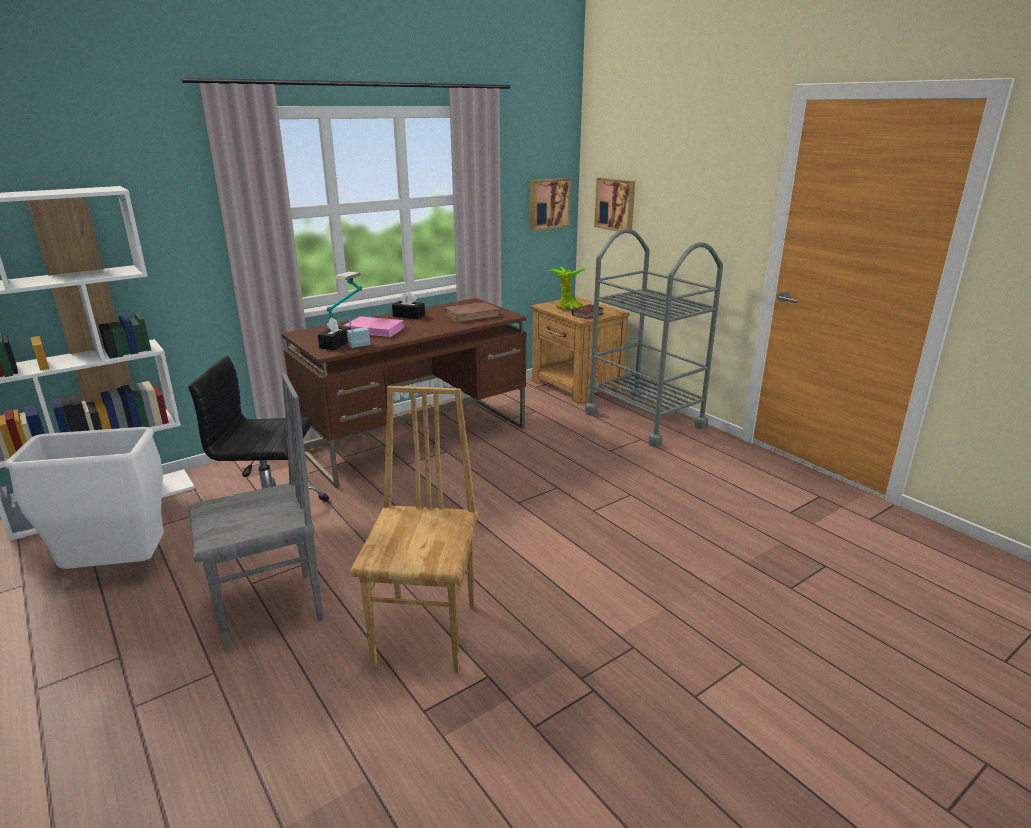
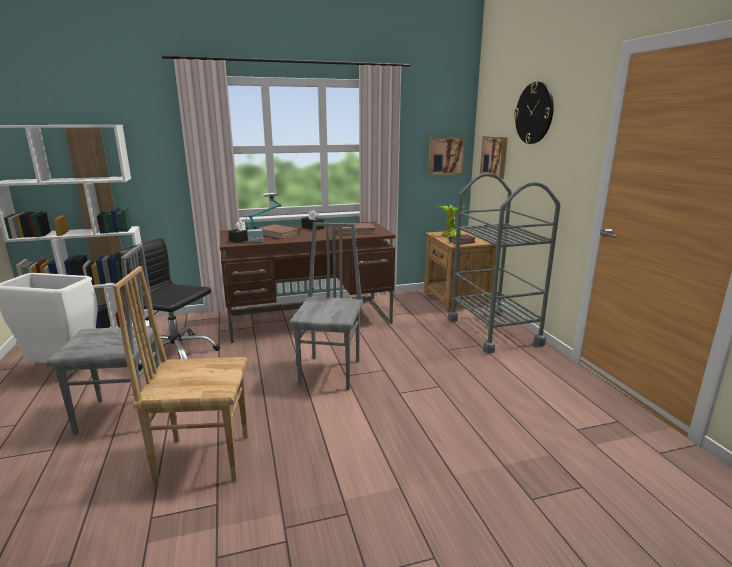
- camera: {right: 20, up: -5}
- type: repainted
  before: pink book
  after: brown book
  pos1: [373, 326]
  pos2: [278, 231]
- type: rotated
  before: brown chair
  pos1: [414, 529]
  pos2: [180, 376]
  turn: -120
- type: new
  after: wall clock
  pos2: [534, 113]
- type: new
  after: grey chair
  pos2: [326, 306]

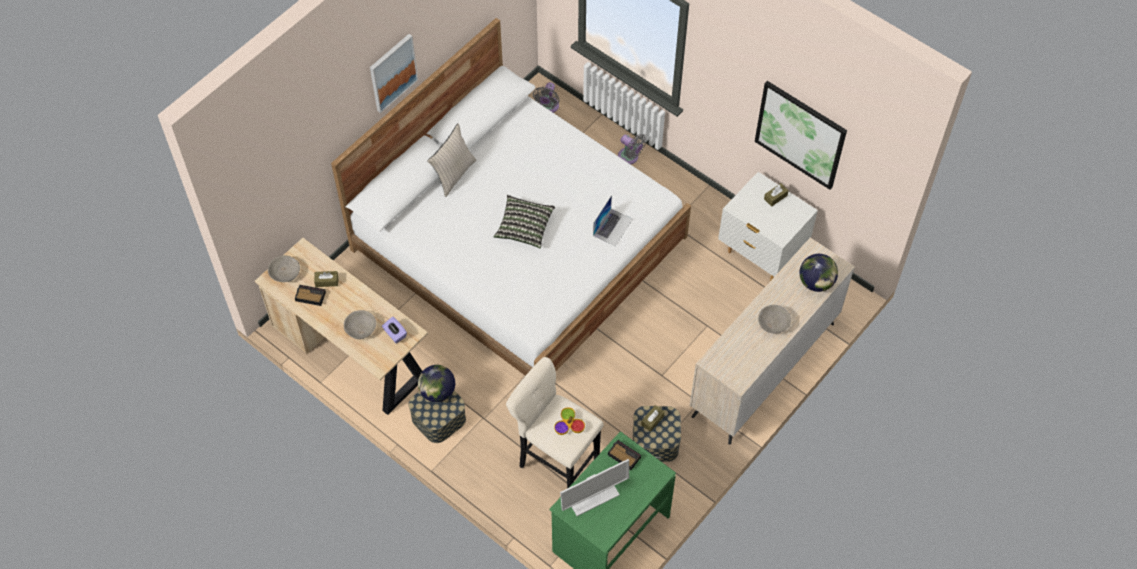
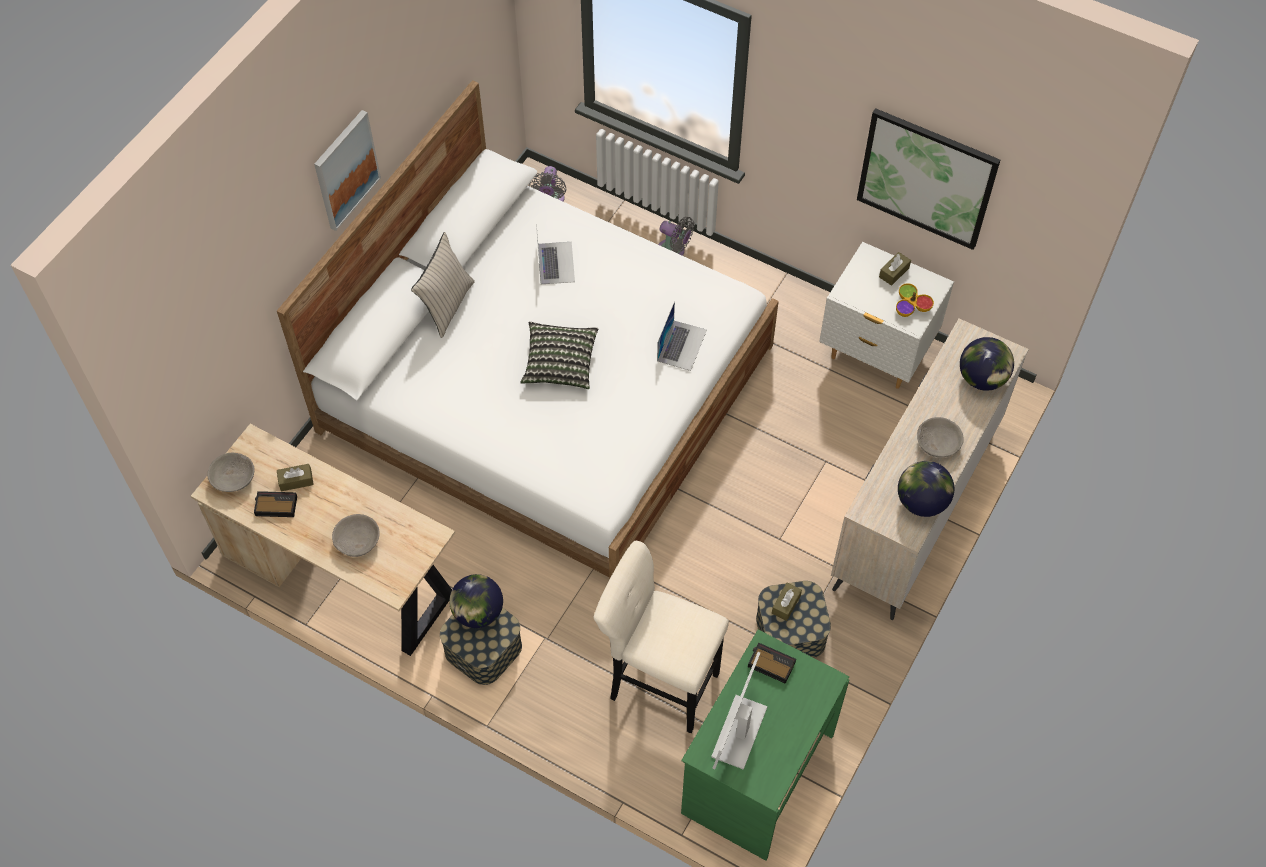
- camera: {right: -10, up: 0}
- type: gone
  before: purple tissue box
  pos1: [394, 330]
- type: shifted
  before: bowl
  pos1: [569, 421]
  pos2: [915, 300]
- type: rotated
  before: monitor
  pos1: [594, 487]
  pos2: [739, 711]
  turn: 150
- type: new
  after: laptop
  pos2: [555, 254]
- type: new
  after: globe
  pos2: [926, 489]

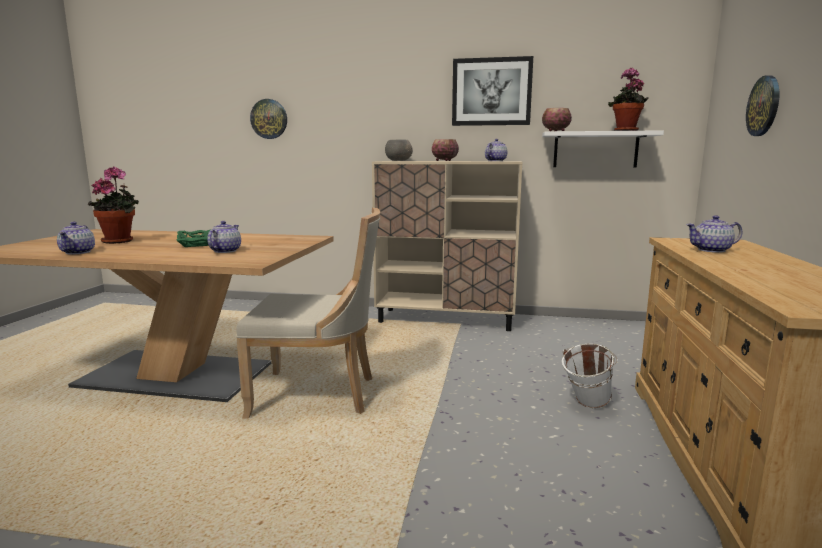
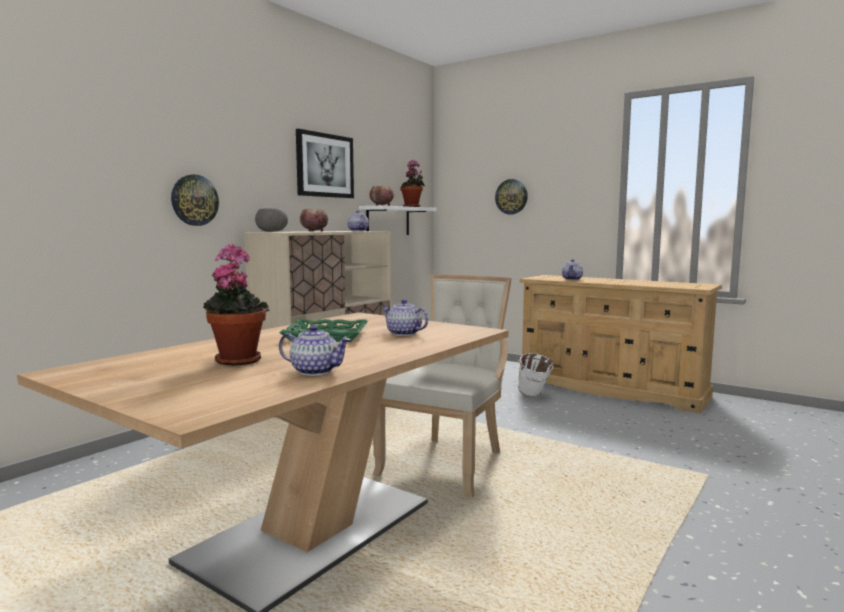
- camera: {right: -65, up: -5}
- type: shifted
  before: wall clock
  pos1: [268, 119]
  pos2: [195, 200]

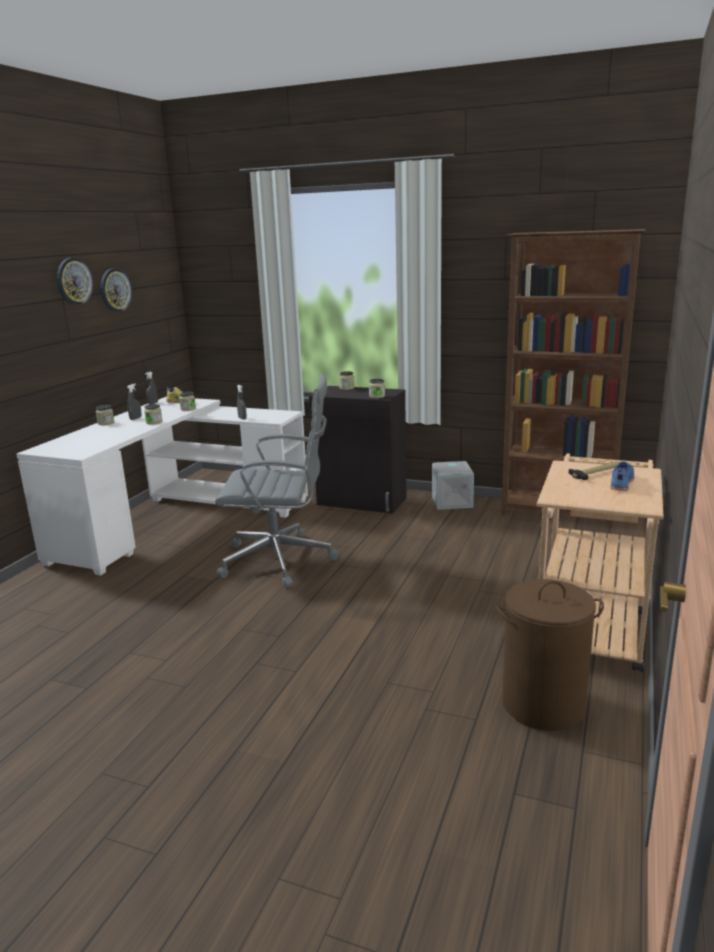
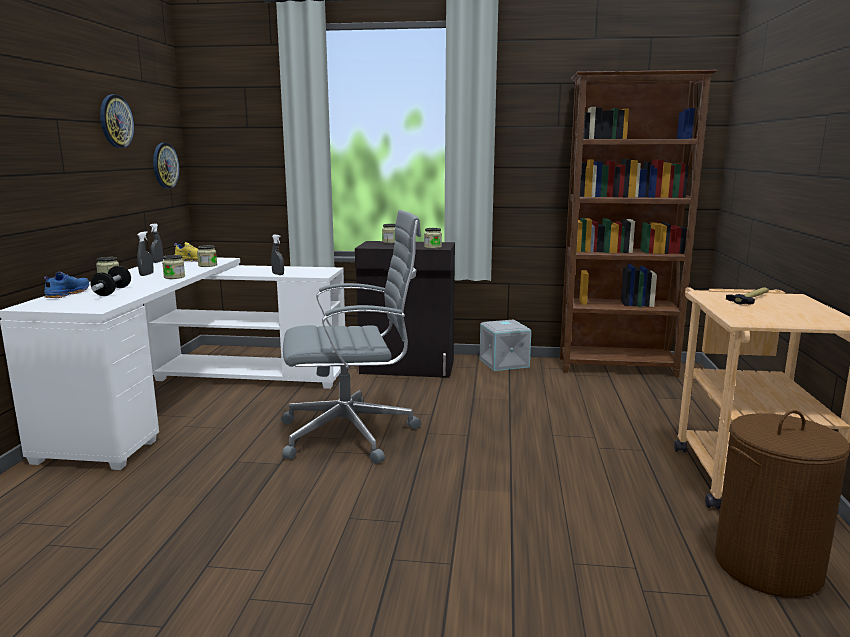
- camera: {right: -15, up: -5}
- type: shifted
  before: wall clock
  pos1: [75, 281]
  pos2: [166, 166]
- type: shifted
  before: blue shoe
  pos1: [622, 476]
  pos2: [66, 285]
- type: new
  after: dumbbell
  pos2: [110, 281]

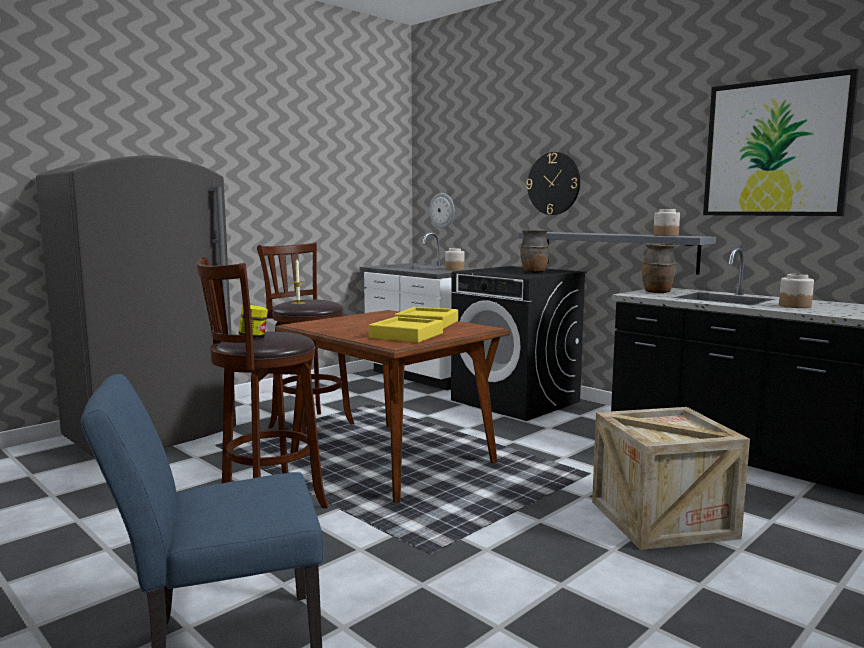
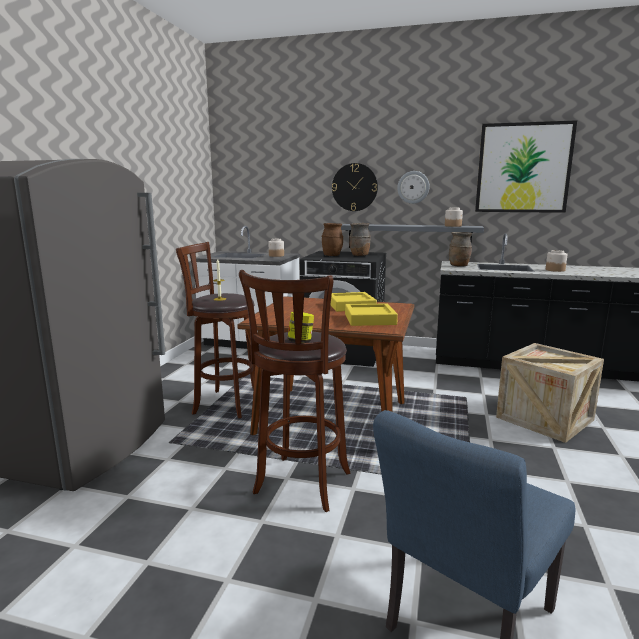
- camera: {right: -30, up: 5}
- type: shifted
  before: wall clock
  pos1: [442, 210]
  pos2: [413, 187]
- type: new
  after: brown vase
  pos2: [332, 239]

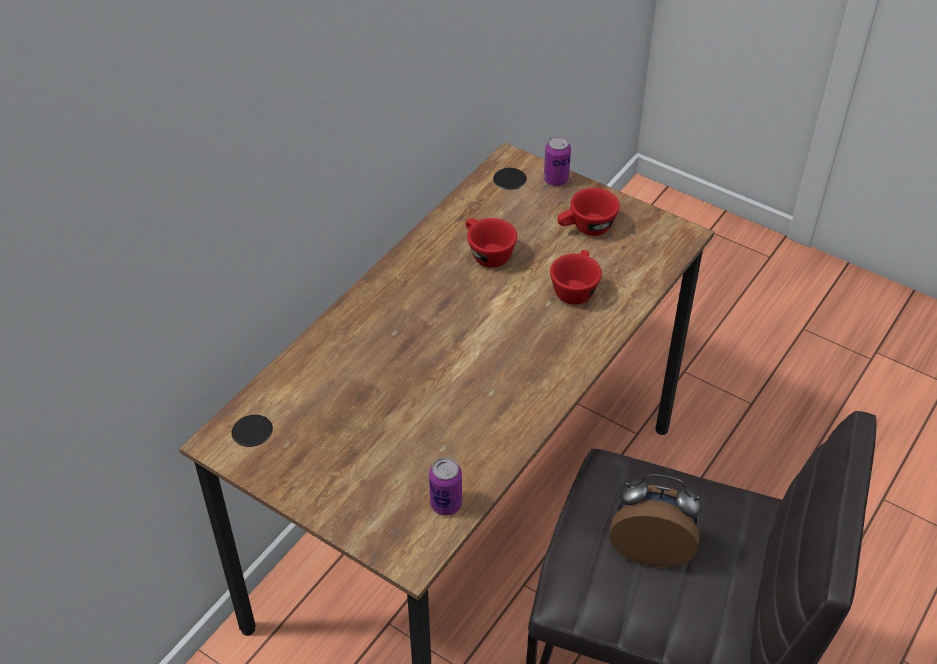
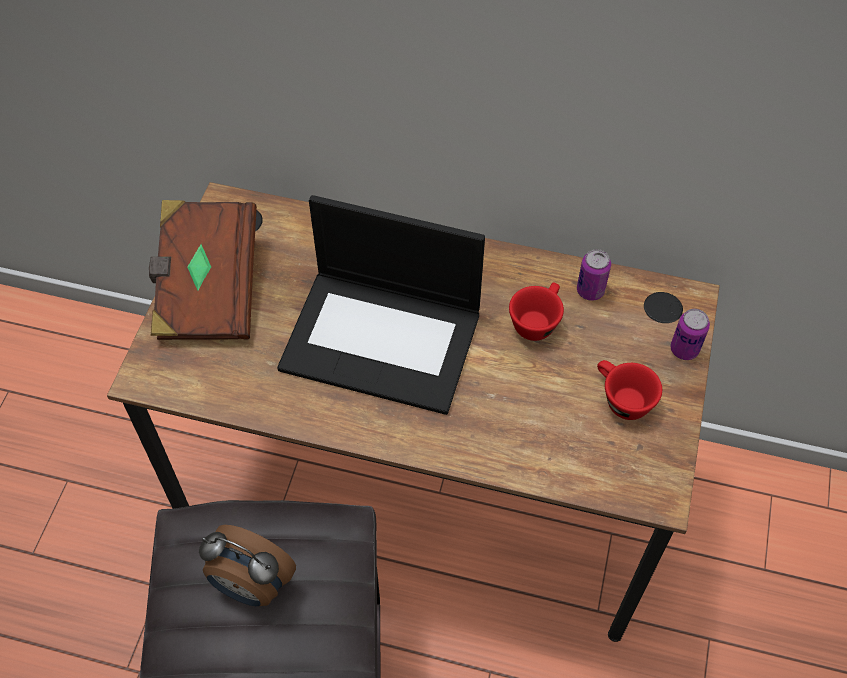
- camera: {right: 70, up: 10}
- type: gone
  before: red cup
  pos1: [576, 277]
- type: shifted
  before: can
  pos1: [445, 487]
  pos2: [594, 275]
- type: rotated
  before: alarm clock
  pos1: [655, 520]
  pos2: [247, 565]
  turn: 120
- type: new
  after: laptop
  pos2: [381, 305]
- type: new
  after: brown book
  pos2: [203, 270]

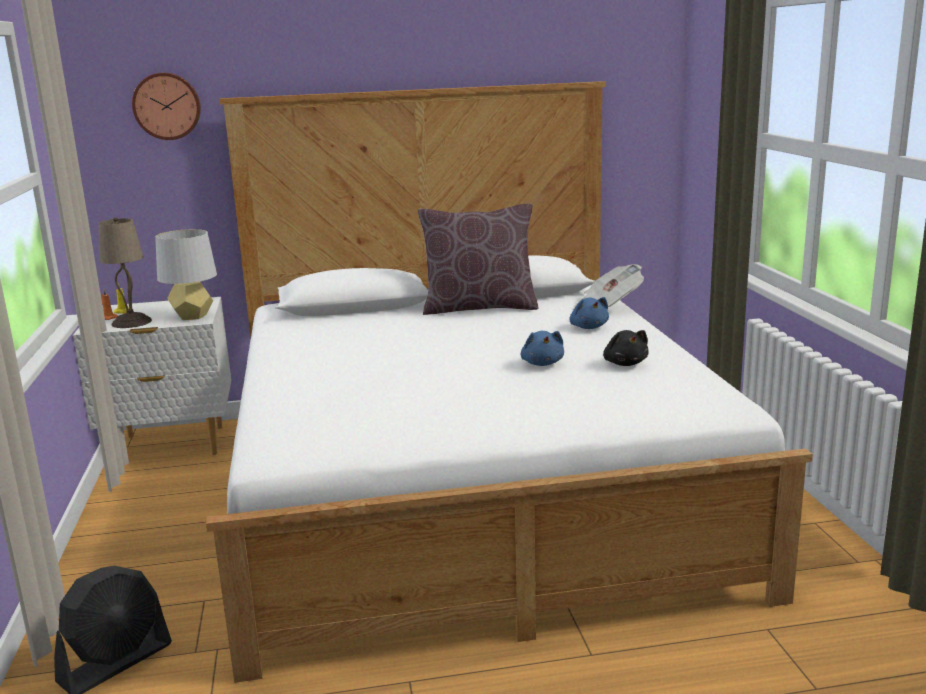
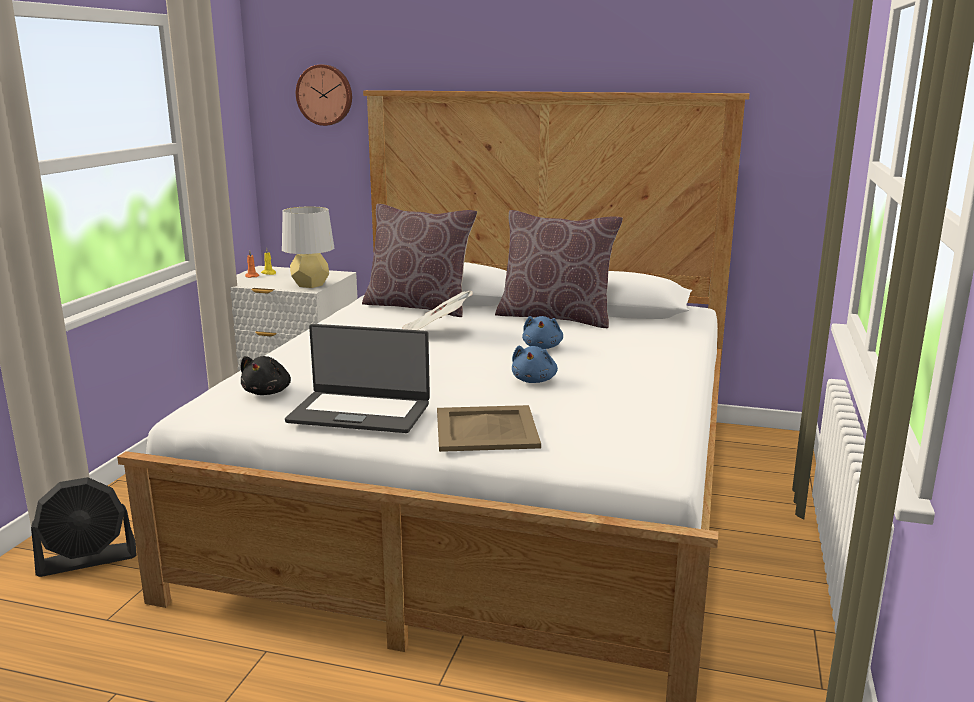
- camera: {right: 25, up: 0}
- type: gone
  before: beige table lamp
  pos1: [125, 272]
- type: shifted
  before: newspaper
  pos1: [609, 286]
  pos2: [437, 310]
- type: shifted
  before: blue plush toy
  pos1: [589, 313]
  pos2: [542, 332]
- type: shifted
  before: black plush toy
  pos1: [626, 348]
  pos2: [266, 375]
- type: new
  after: brown pillow
  pos2: [419, 260]
- type: new
  after: laptop
  pos2: [357, 378]
- type: new
  after: beige tray
  pos2: [489, 428]

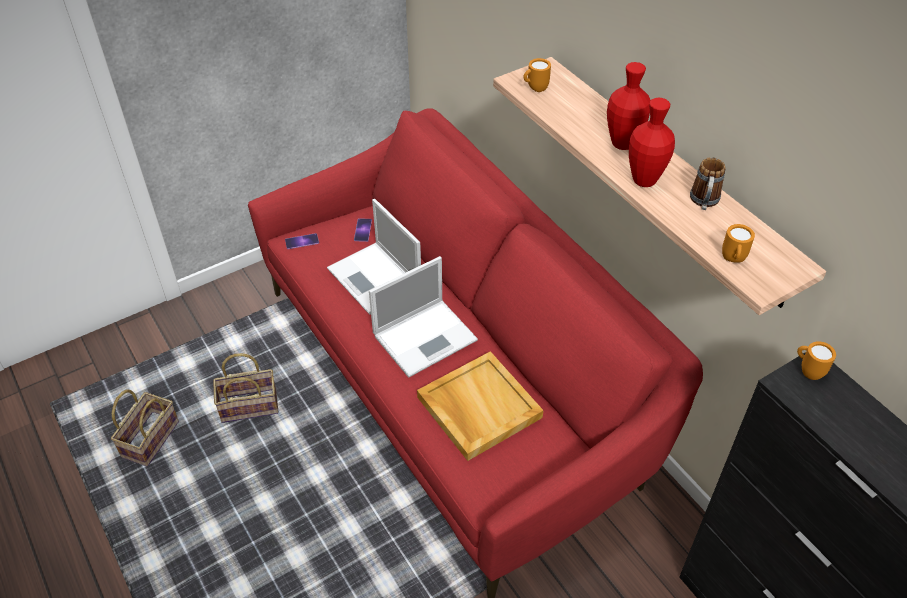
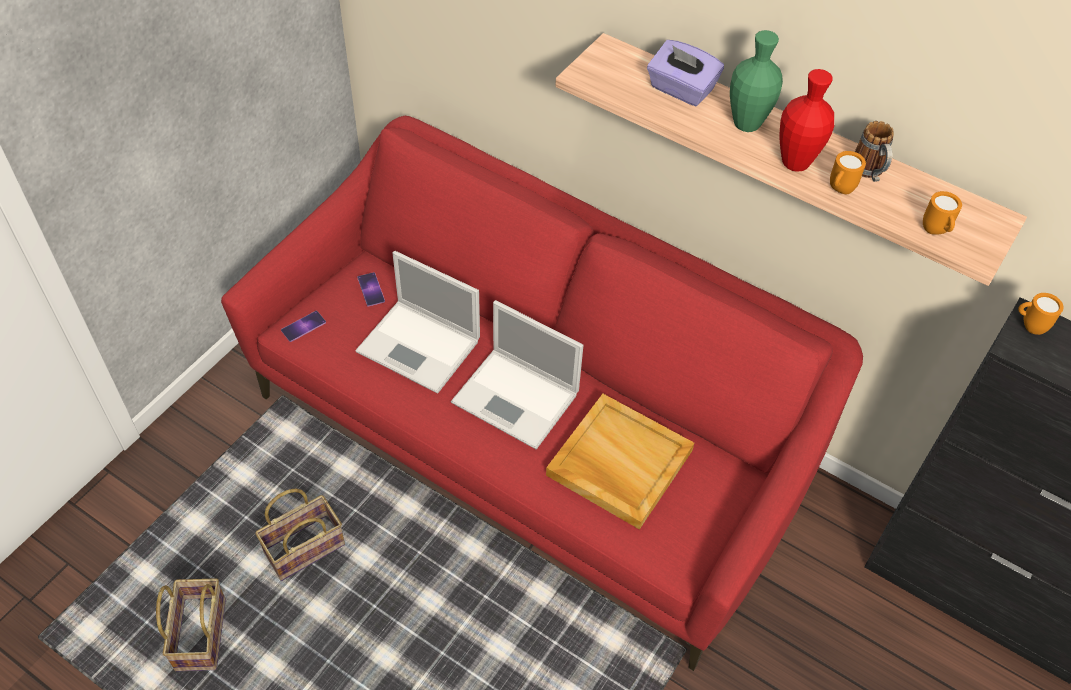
- camera: {right: -25, up: 5}
- type: shifted
  before: orange mug
  pos1: [537, 75]
  pos2: [848, 172]
- type: repainted
  before: red vase
  after: green vase
  pos1: [629, 106]
  pos2: [756, 81]
- type: rotated
  before: laptop
  pos1: [423, 317]
  pos2: [517, 374]
  turn: 90
- type: new
  after: purple tissue box
  pos2: [685, 73]

